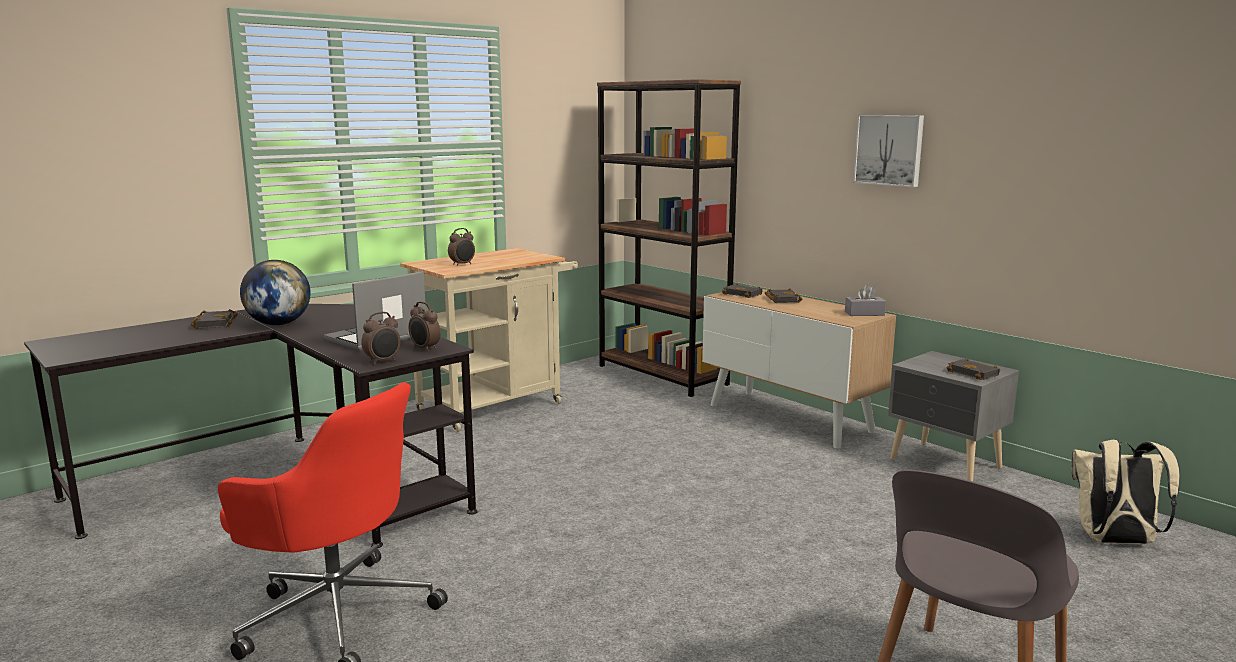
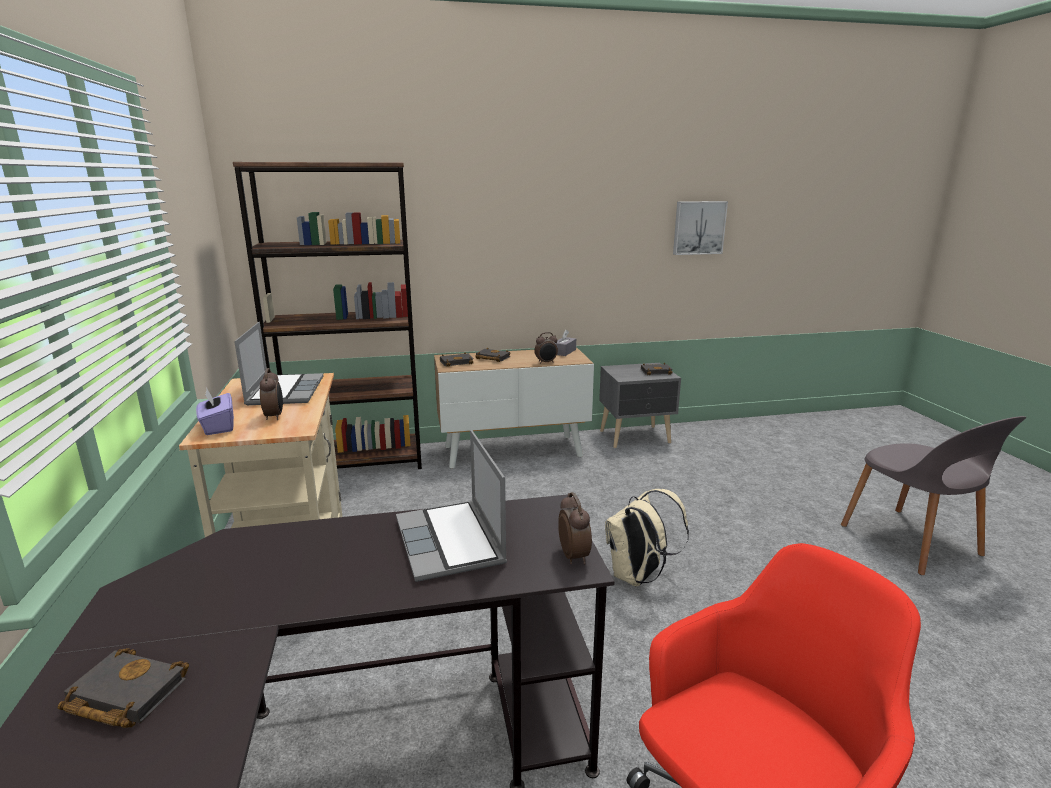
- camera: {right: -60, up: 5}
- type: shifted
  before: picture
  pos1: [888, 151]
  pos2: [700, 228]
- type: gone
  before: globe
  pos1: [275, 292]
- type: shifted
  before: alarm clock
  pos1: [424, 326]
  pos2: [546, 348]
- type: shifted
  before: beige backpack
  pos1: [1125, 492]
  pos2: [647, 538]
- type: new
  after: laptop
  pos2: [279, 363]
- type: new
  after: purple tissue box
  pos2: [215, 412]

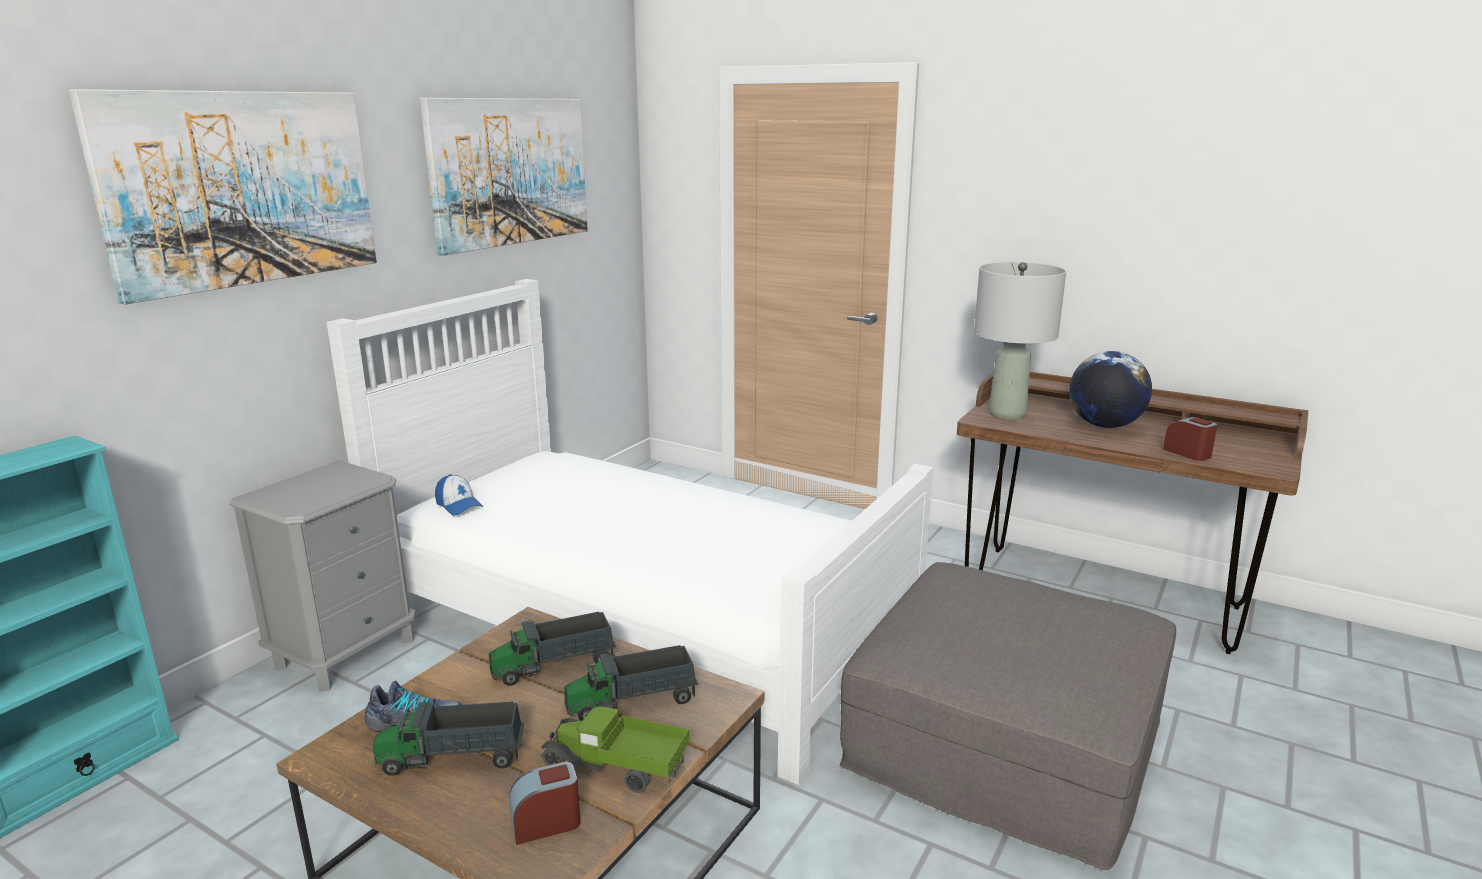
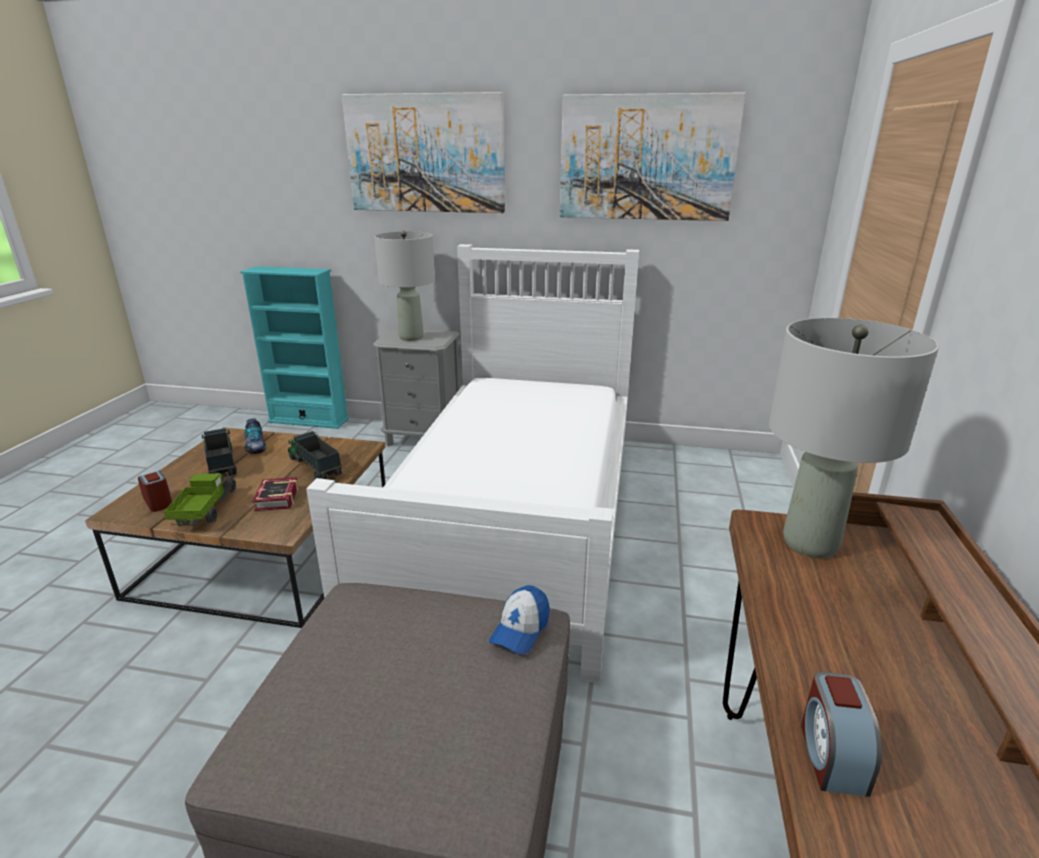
- camera: {right: 70, up: 5}
- type: gone
  before: globe
  pos1: [1110, 389]
- type: rotated
  before: alarm clock
  pos1: [1190, 439]
  pos2: [841, 734]
  turn: 150
- type: shifted
  before: cap
  pos1: [459, 495]
  pos2: [519, 619]
- type: swapped
  before: toy truck
  after: book
  pos1: [631, 683]
  pos2: [275, 494]
- type: new
  after: grey table lamp
  pos2: [404, 286]

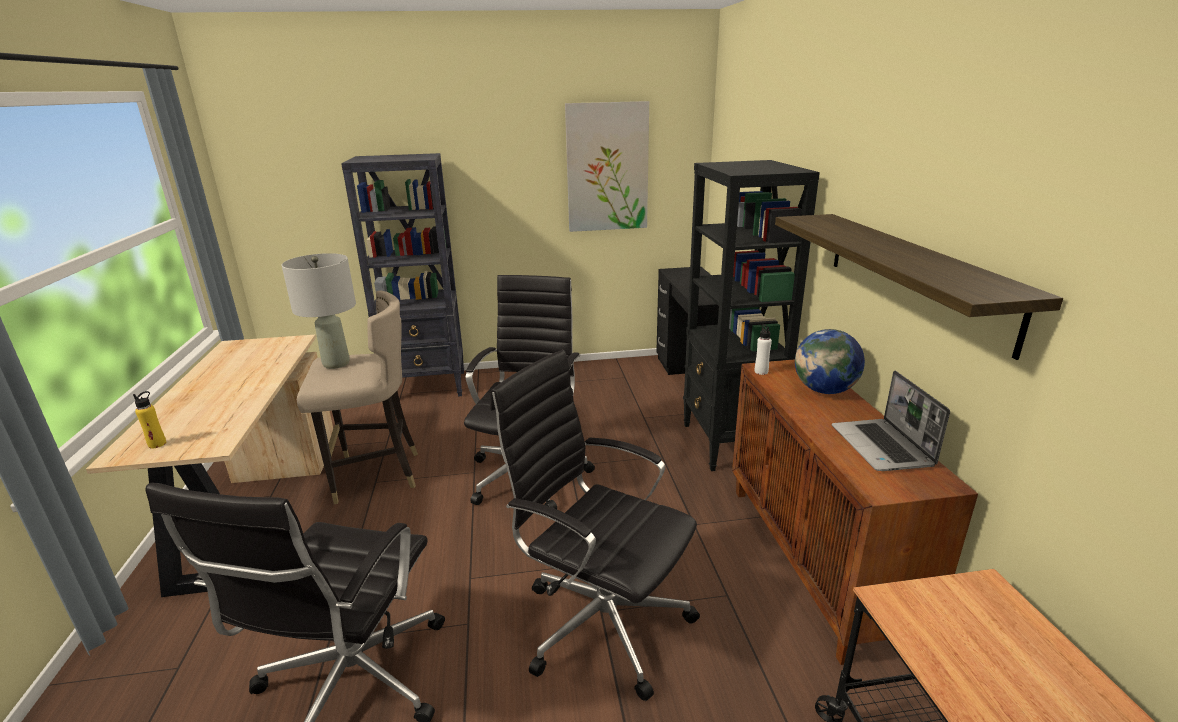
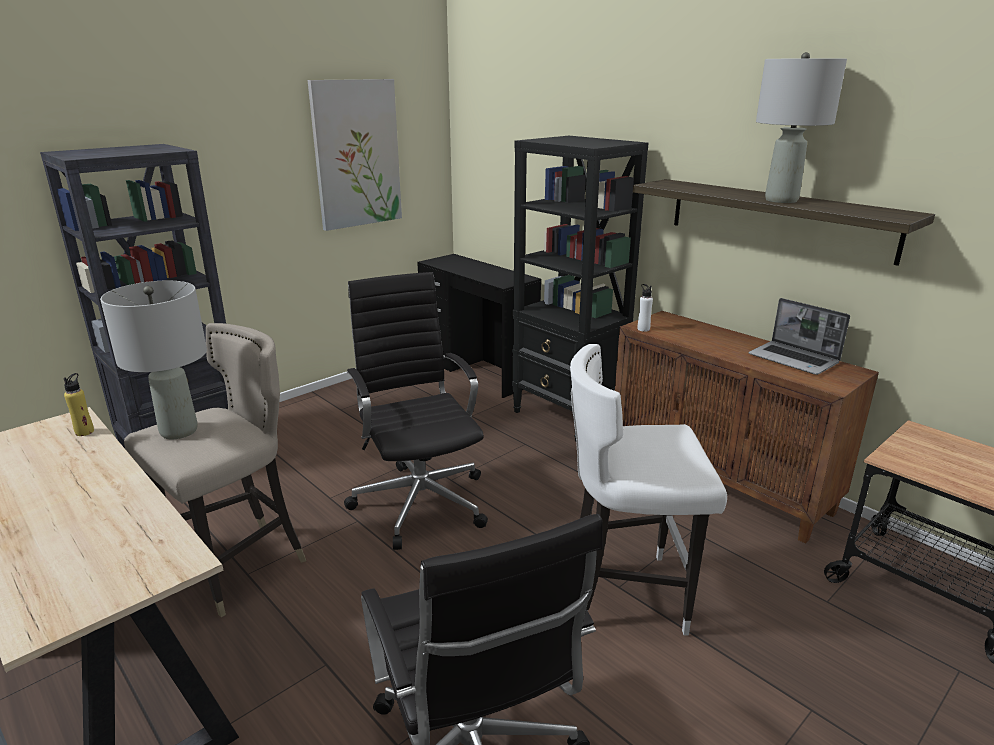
- camera: {right: -35, up: 0}
- type: gone
  before: globe
  pos1: [830, 361]
- type: swapped
  before: black office chair
  after: white stool
  pos1: [595, 525]
  pos2: [648, 490]
- type: shifted
  before: yellow bottle
  pos1: [149, 419]
  pos2: [79, 404]
- type: new
  after: grey table lamp
  pos2: [801, 127]

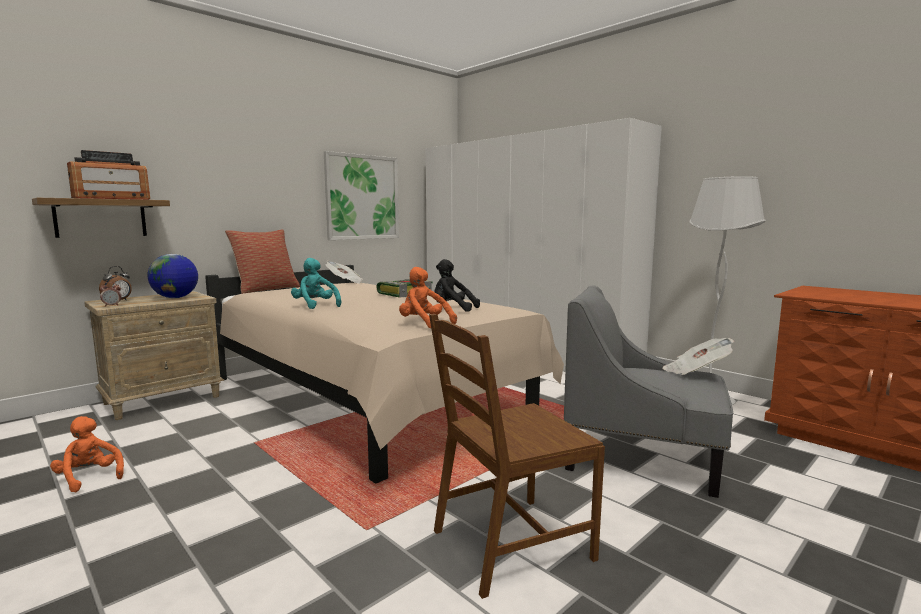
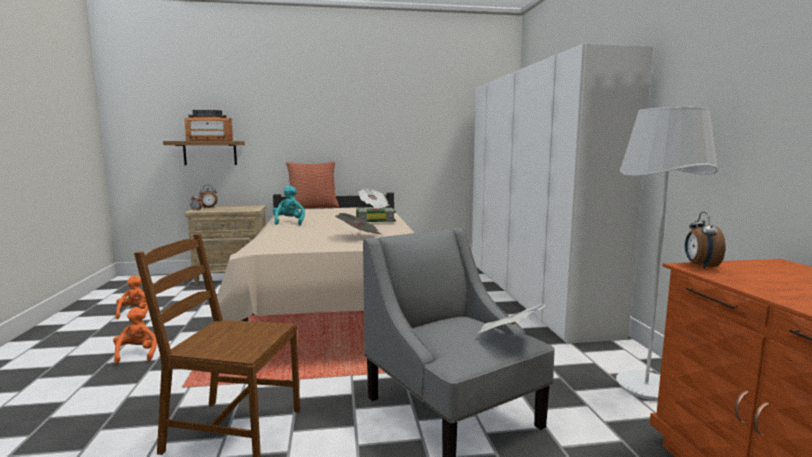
- camera: {right: 35, up: 0}
- type: gone
  before: picture
  pos1: [361, 195]
- type: gone
  before: globe
  pos1: [173, 276]
- type: swapped
  before: black plush toy
  after: newspaper
  pos1: [457, 285]
  pos2: [358, 223]
- type: shifted
  before: orange plush toy
  pos1: [428, 297]
  pos2: [135, 335]
- type: new
  after: alarm clock
  pos2: [705, 240]

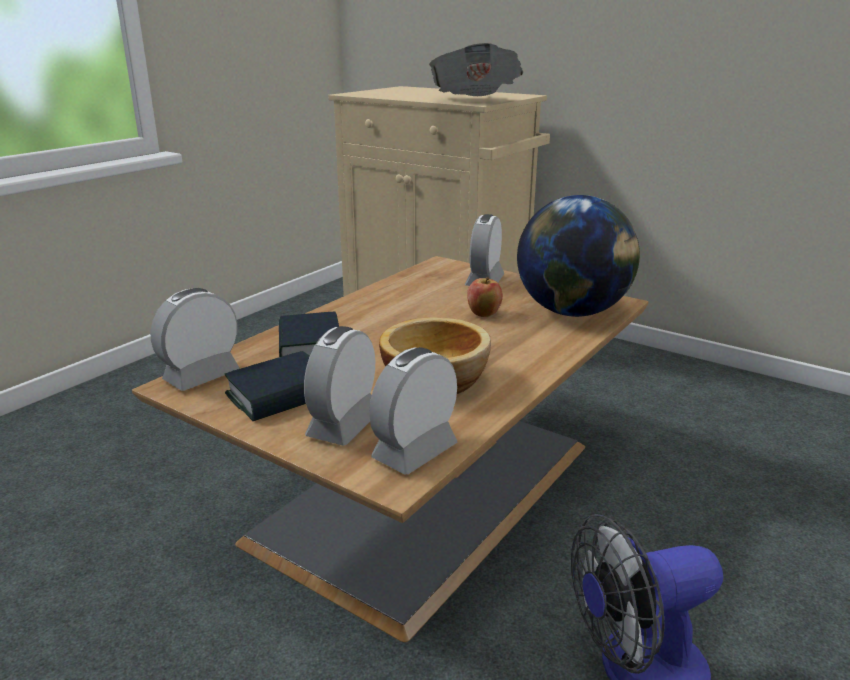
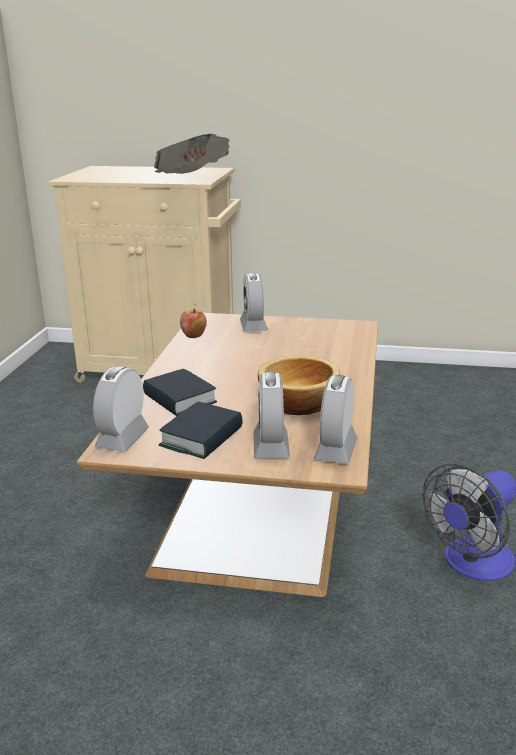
- camera: {right: -25, up: 0}
- type: gone
  before: globe
  pos1: [578, 256]
- type: shifted
  before: apple
  pos1: [485, 297]
  pos2: [193, 323]

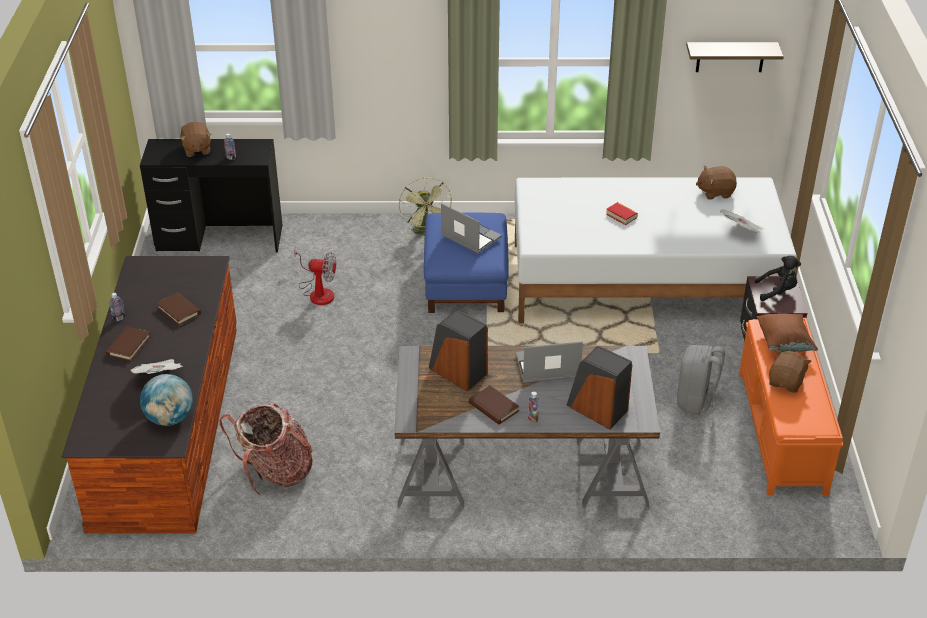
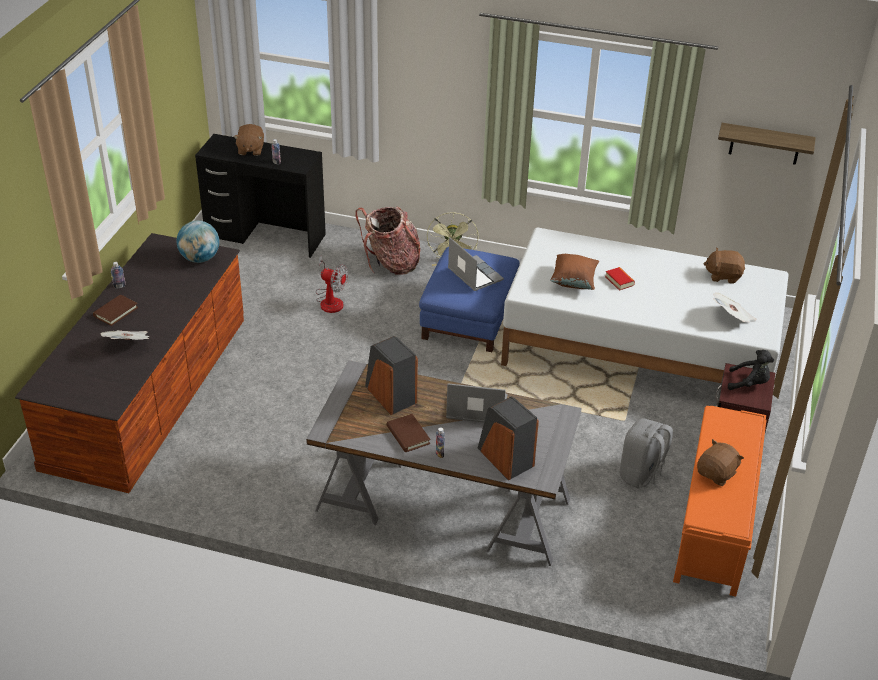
- camera: {right: 15, up: 0}
- type: gone
  before: brown book
  pos1: [178, 309]
- type: shifted
  before: brown pillow
  pos1: [787, 332]
  pos2: [574, 272]
- type: shifted
  before: globe
  pos1: [166, 400]
  pos2: [198, 241]
- type: shifted
  before: backpack
  pos1: [266, 449]
  pos2: [387, 240]

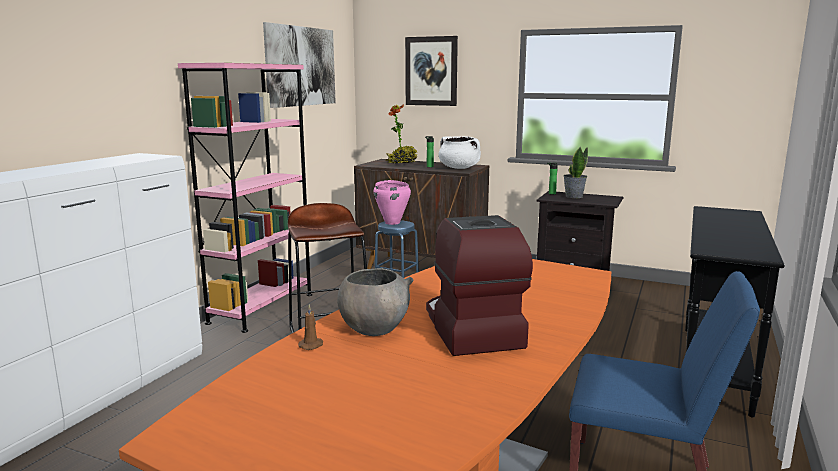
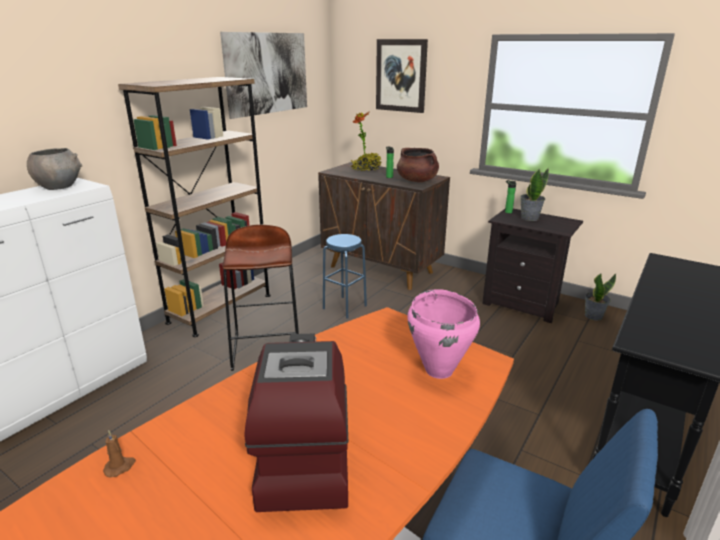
- camera: {right: 10, up: 10}
- type: repainted
  before: pink bookcase
  after: brown bookcase
  pos1: [245, 198]
  pos2: [194, 207]
- type: repainted
  before: white cooking pot
  after: brown cooking pot
  pos1: [460, 152]
  pos2: [418, 165]
- type: shifted
  before: pink cooking pot
  pos1: [392, 202]
  pos2: [443, 334]
- type: shifted
  before: grey bowl
  pos1: [375, 302]
  pos2: [54, 169]
- type: new
  after: potted plant
  pos2: [600, 297]

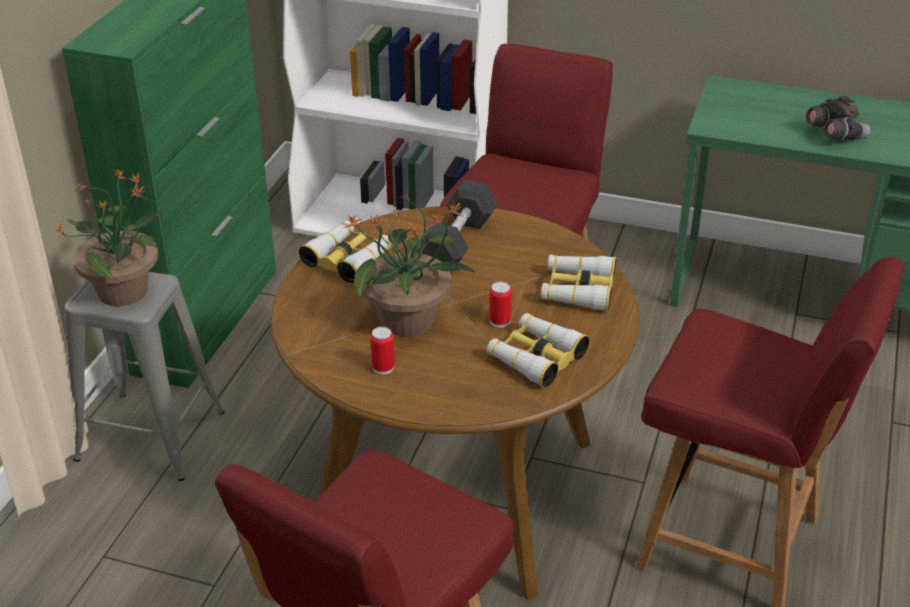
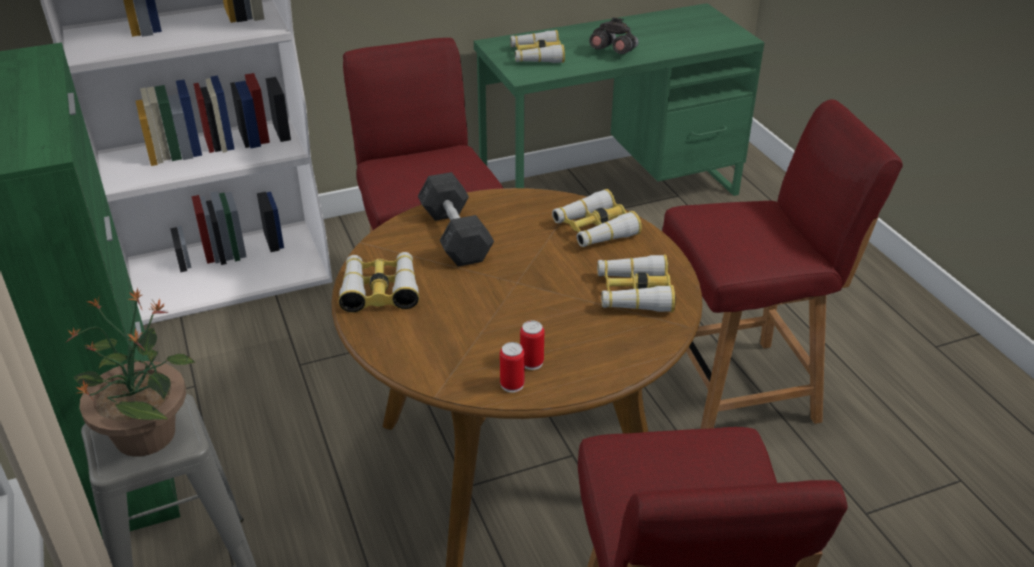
- camera: {right: -40, up: 0}
- type: gone
  before: potted plant
  pos1: [409, 264]
- type: shifted
  before: can
  pos1: [500, 305]
  pos2: [512, 367]
- type: new
  after: binoculars
  pos2: [537, 46]

